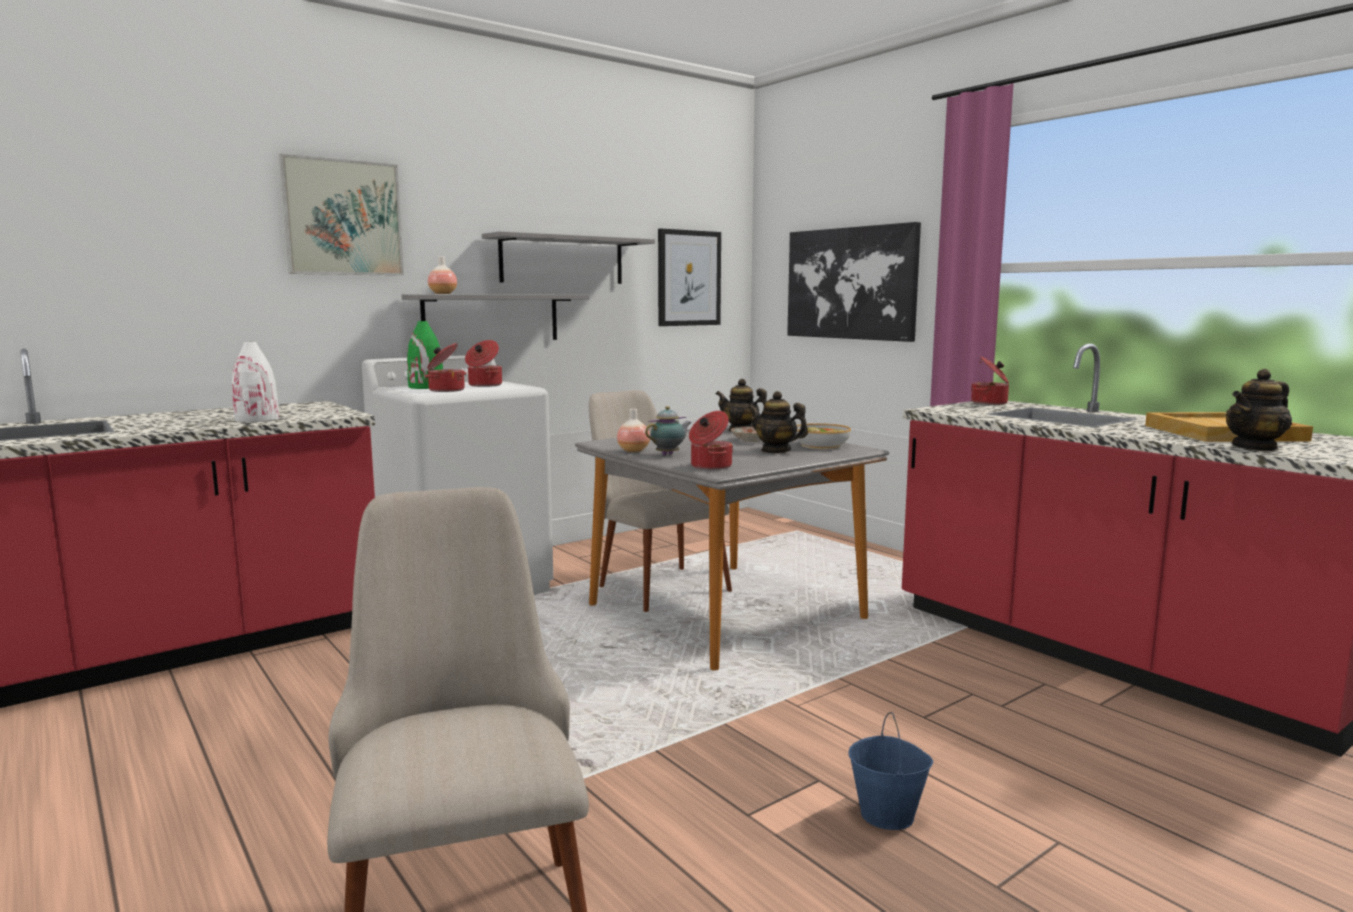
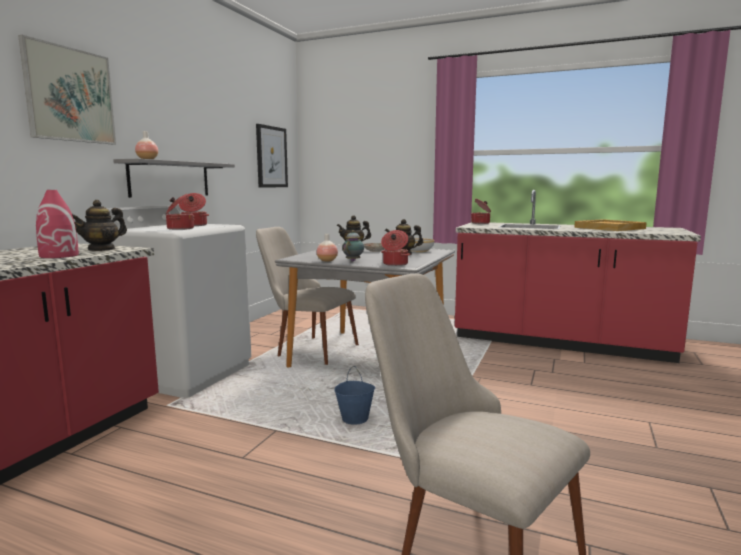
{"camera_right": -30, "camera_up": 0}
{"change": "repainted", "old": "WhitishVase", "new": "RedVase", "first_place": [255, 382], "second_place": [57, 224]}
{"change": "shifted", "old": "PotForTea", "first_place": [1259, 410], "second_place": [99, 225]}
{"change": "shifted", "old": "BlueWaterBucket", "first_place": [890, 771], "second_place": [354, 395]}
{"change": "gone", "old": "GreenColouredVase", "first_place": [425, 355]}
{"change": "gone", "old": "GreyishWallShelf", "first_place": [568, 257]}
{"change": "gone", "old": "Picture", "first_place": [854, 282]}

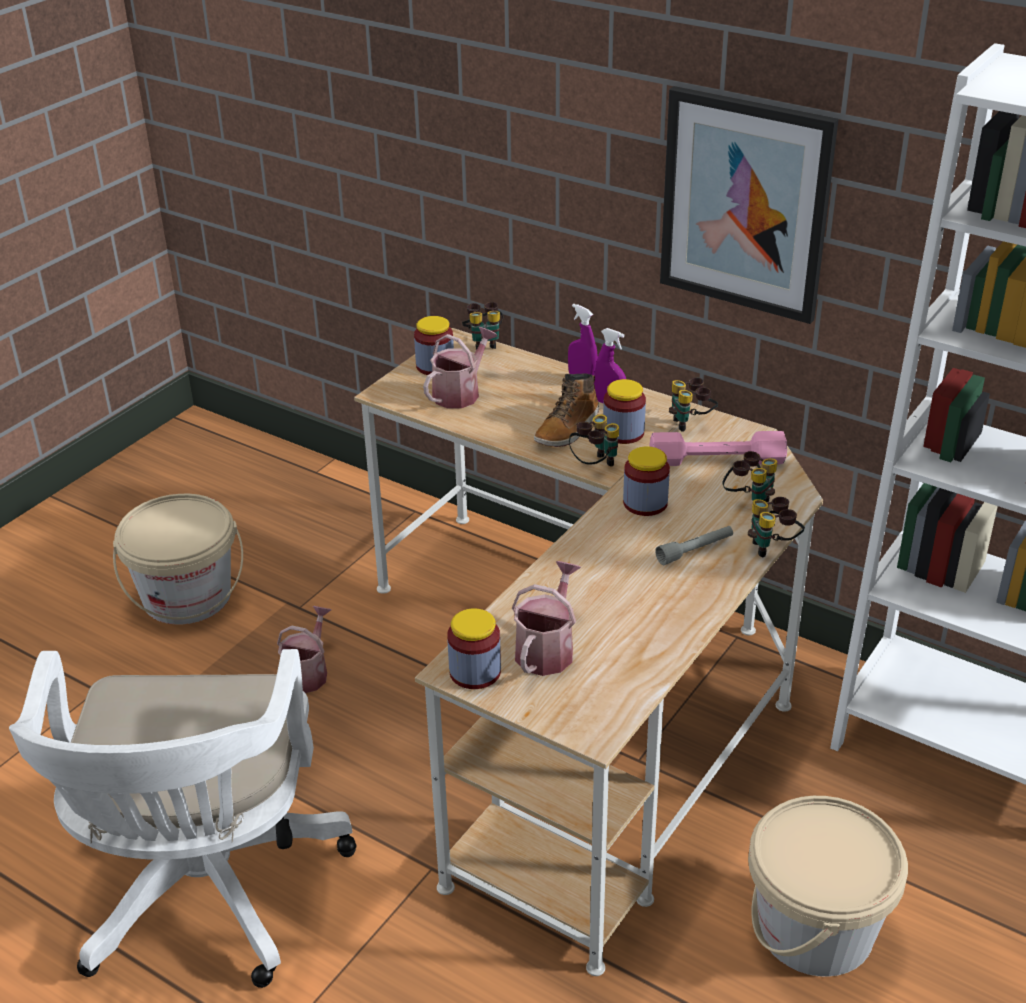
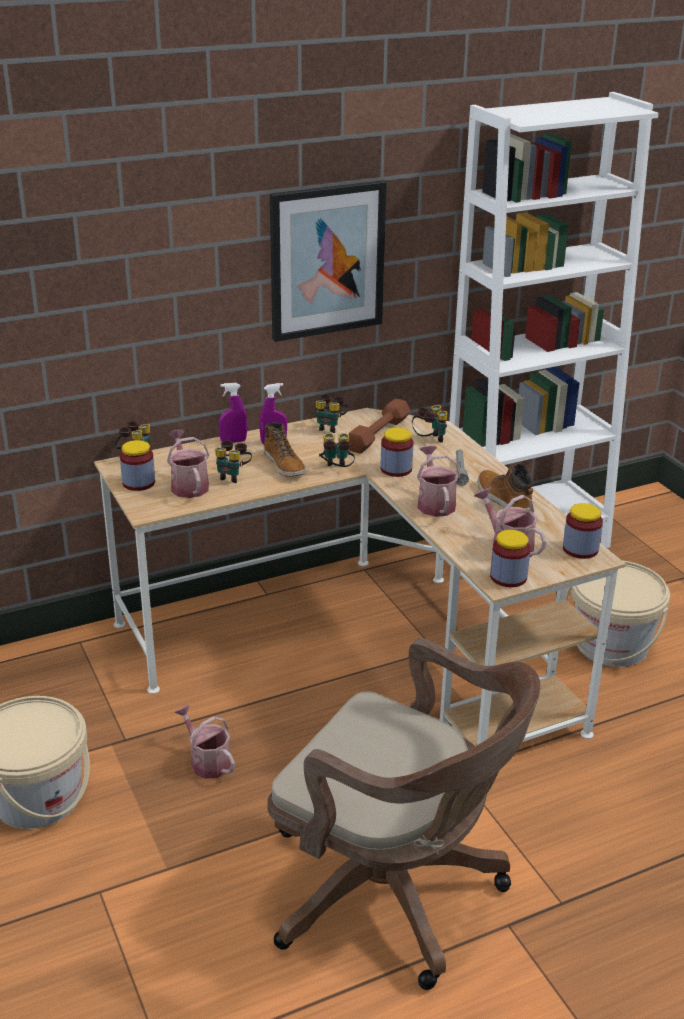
{"camera_right": -60, "camera_up": -5}
{"change": "shifted", "old": "PairOfBinoculars", "first_place": [776, 527], "second_place": [233, 461]}
{"change": "repainted", "old": "WhitishOfficeChair", "new": "BrownOfficeChair", "first_place": [183, 818], "second_place": [403, 814]}
{"change": "repainted", "old": "PinkFreeWeight", "new": "BrownFreeWeight", "first_place": [718, 448], "second_place": [379, 426]}
{"change": "new", "new": "WateringCan", "second_place": [438, 481]}
{"change": "new", "new": "TallBoot", "second_place": [505, 487]}
{"change": "shifted", "old": "StorageJar", "first_place": [624, 411], "second_place": [583, 531]}

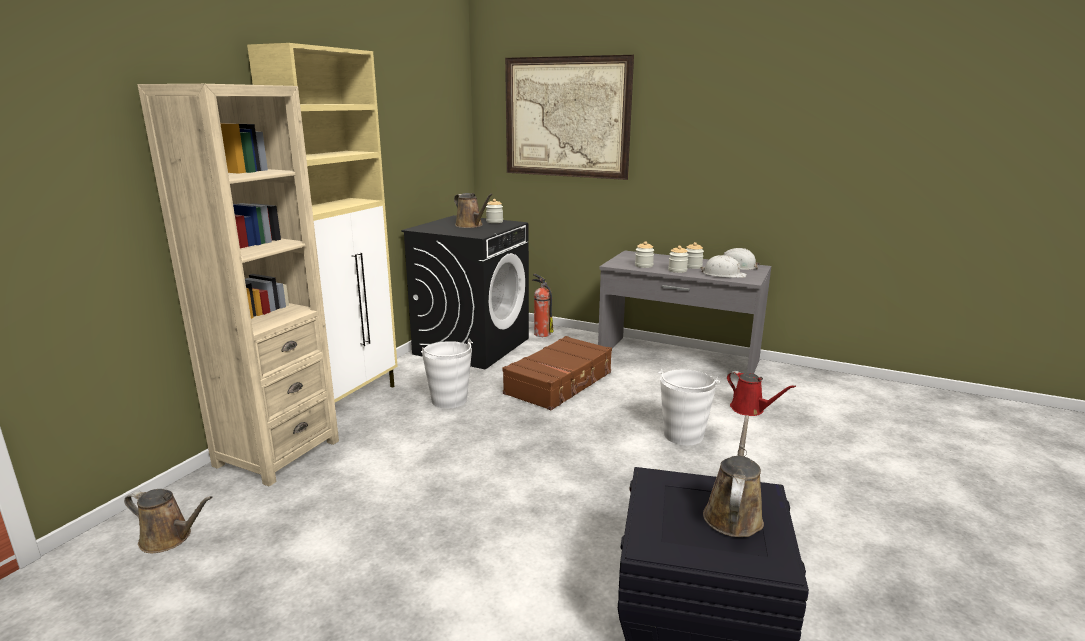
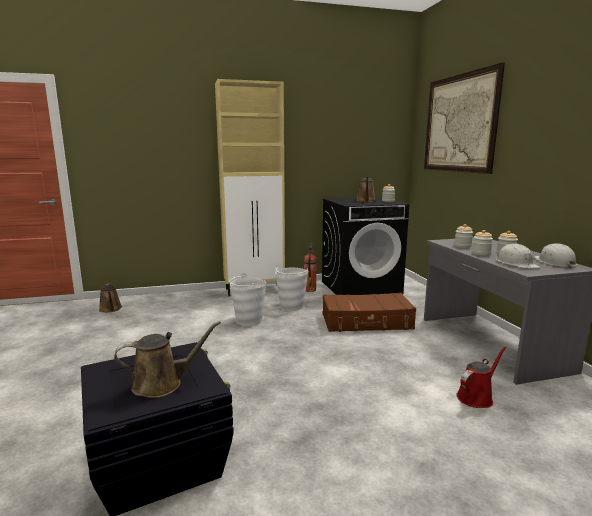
{"camera_right": 50, "camera_up": -5}
{"change": "shifted", "old": "WhitishWaterBucket", "first_place": [689, 406], "second_place": [247, 299]}
{"change": "shifted", "old": "FireFightingCylinder", "first_place": [543, 305], "second_place": [310, 267]}
{"change": "rotated", "old": "RedWateringCan", "first_place": [761, 393], "second_place": [481, 377], "degrees": -135}
{"change": "gone", "old": "BeigeShelvingUnit", "first_place": [238, 285]}

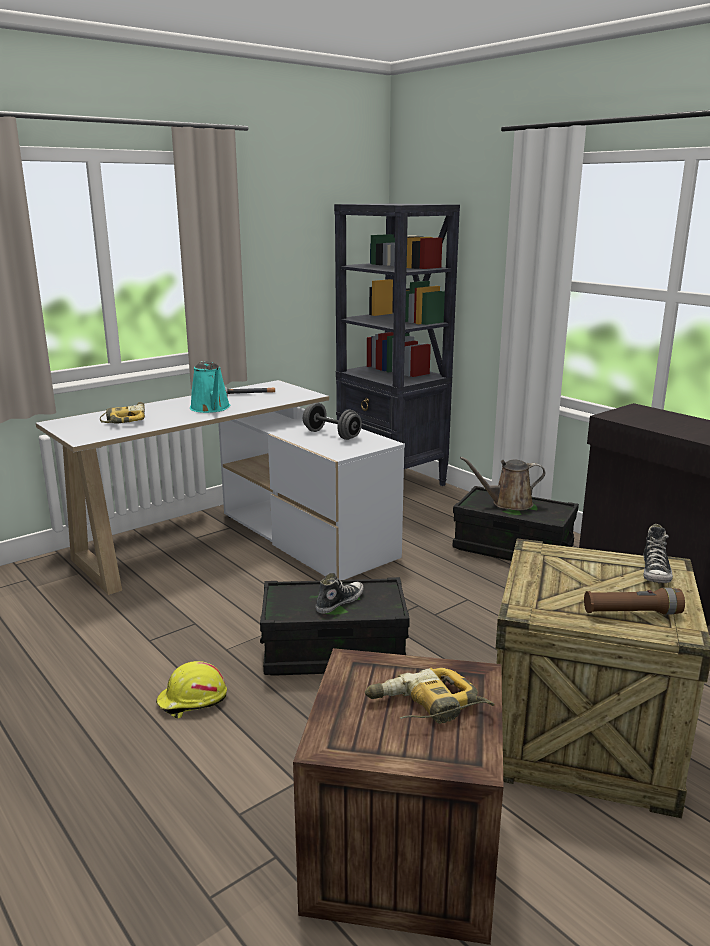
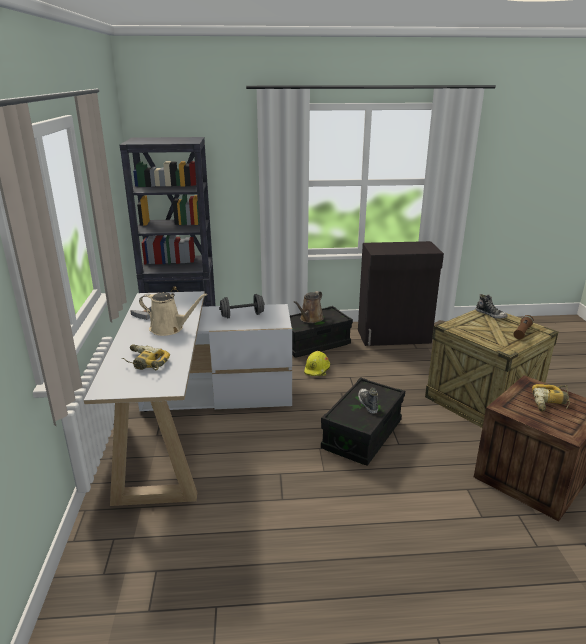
{"camera_right": -55, "camera_up": 5}
{"change": "repainted", "old": "TurquoiseWateringCan", "new": "BeigeWateringCan", "first_place": [210, 387], "second_place": [173, 314]}
{"change": "shifted", "old": "YellowColouredWorkHelmet", "first_place": [191, 689], "second_place": [317, 363]}

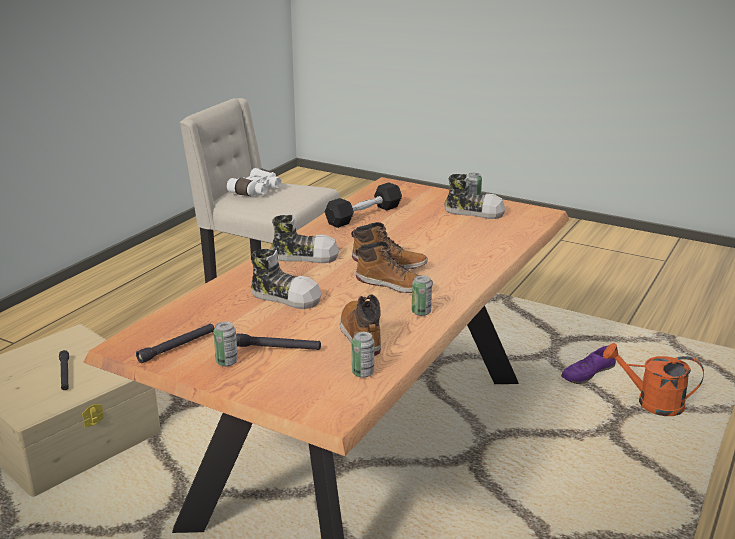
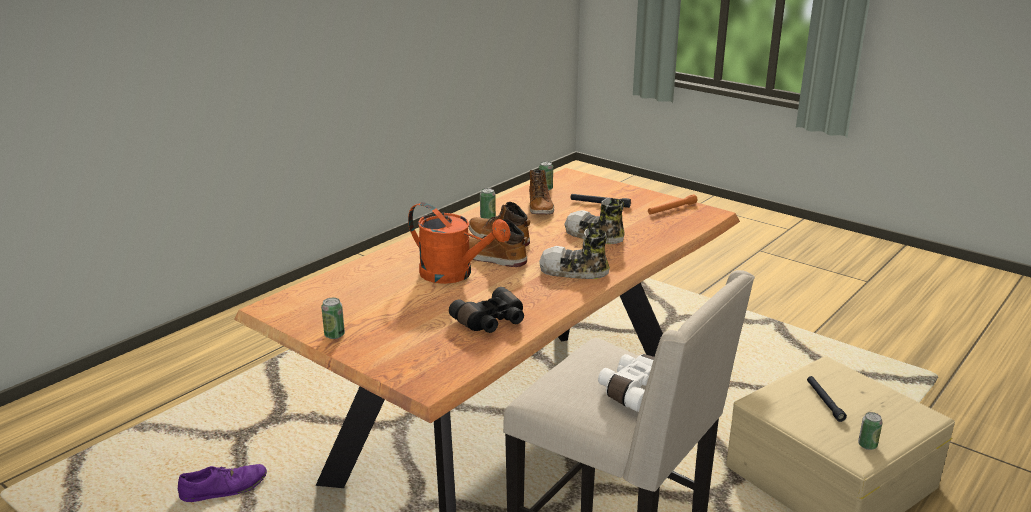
{"camera_right": -170, "camera_up": 0}
{"change": "shifted", "old": "OrangeColouredWateringCan", "first_place": [653, 379], "second_place": [459, 243]}
{"change": "swapped", "old": "BlackishFreeWeight", "new": "BlackishPairOfBinoculars", "first_place": [363, 205], "second_place": [486, 310]}
{"change": "repainted", "old": "BlackishTorch", "new": "OrangeColouredTorch", "first_place": [175, 343], "second_place": [672, 204]}
{"change": "shifted", "old": "SealedCan", "first_place": [225, 344], "second_place": [870, 431]}
{"change": "gone", "old": "Shoe", "first_place": [474, 196]}

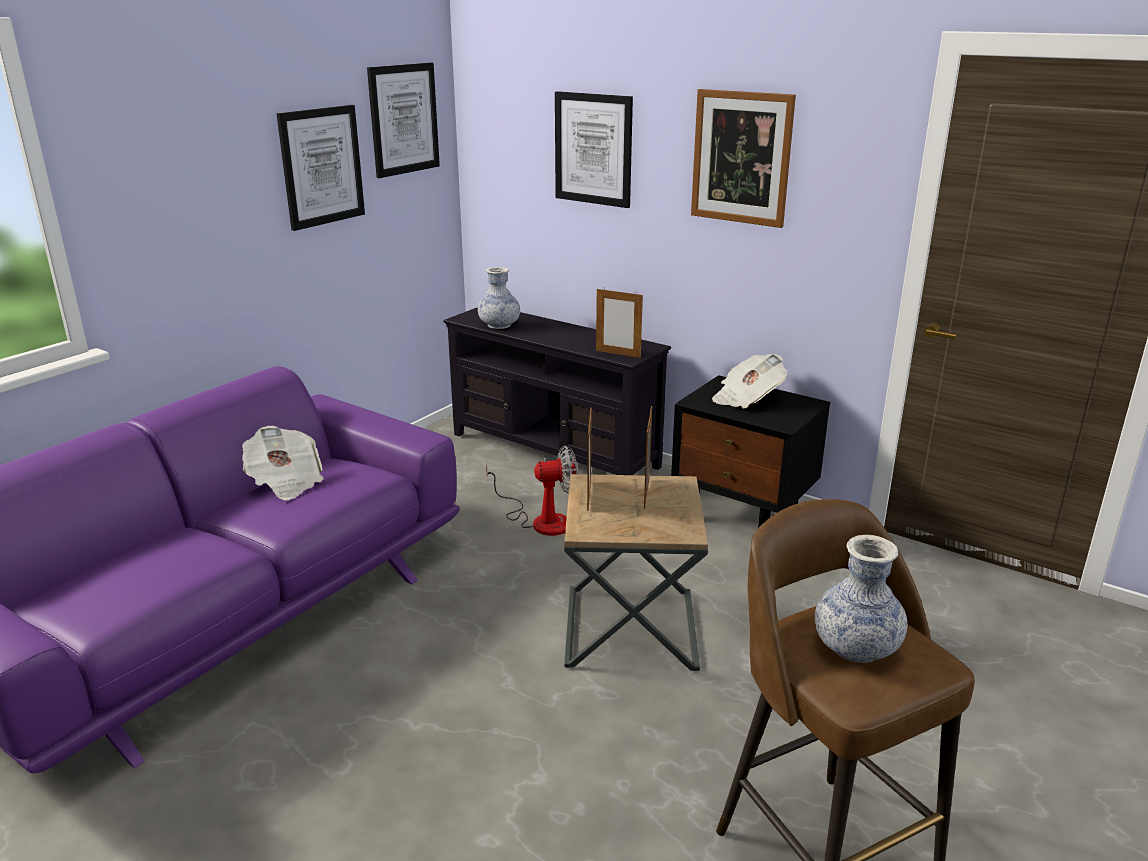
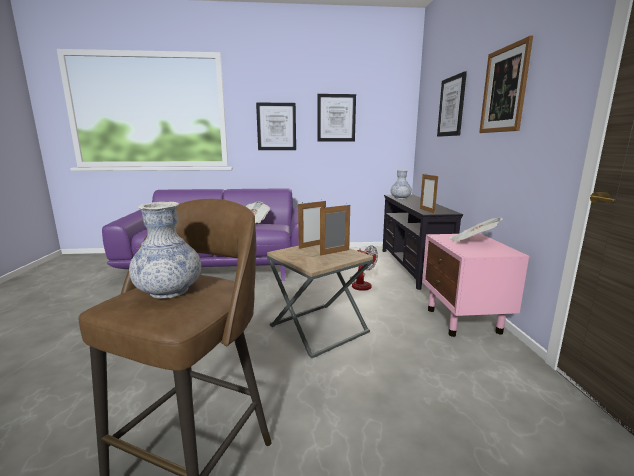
{"camera_right": 50, "camera_up": -10}
{"change": "shifted", "old": "Picture", "first_place": [403, 120], "second_place": [276, 126]}
{"change": "repainted", "old": "BlackishNightTable", "new": "PinkNightTable", "first_place": [750, 451], "second_place": [475, 285]}

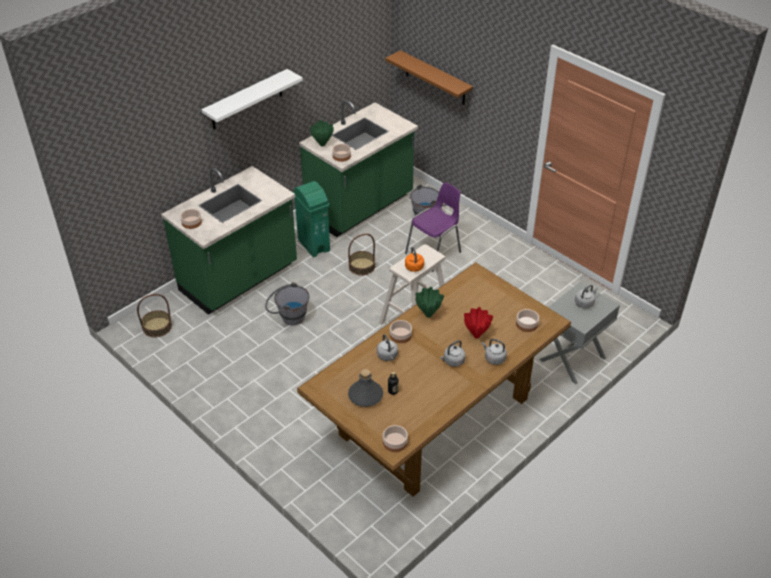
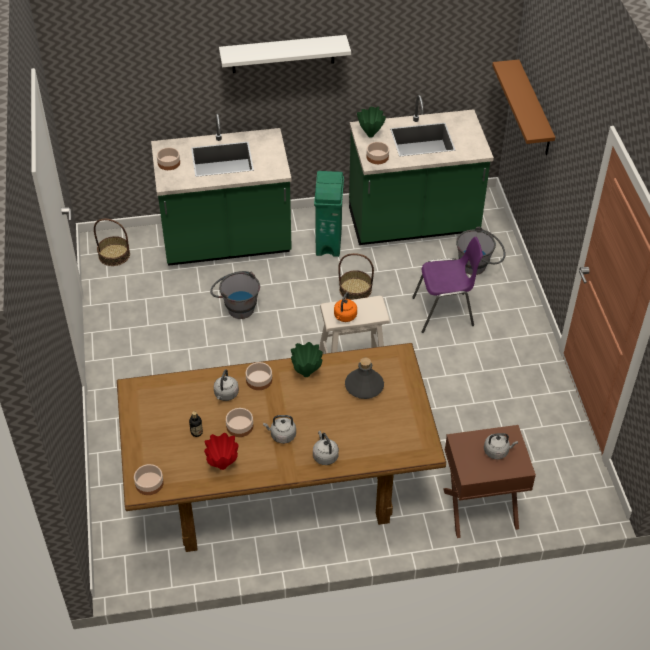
{"camera_right": 35, "camera_up": 5}
{"change": "shifted", "old": "RedVase", "first_place": [478, 322], "second_place": [221, 451]}
{"change": "shifted", "old": "Bowl", "first_place": [527, 320], "second_place": [239, 422]}
{"change": "shifted", "old": "GreyishBottle", "first_place": [365, 388], "second_place": [364, 378]}
{"change": "repainted", "old": "GreyishNightTable", "new": "BrownNightTable", "first_place": [579, 333], "second_place": [489, 481]}

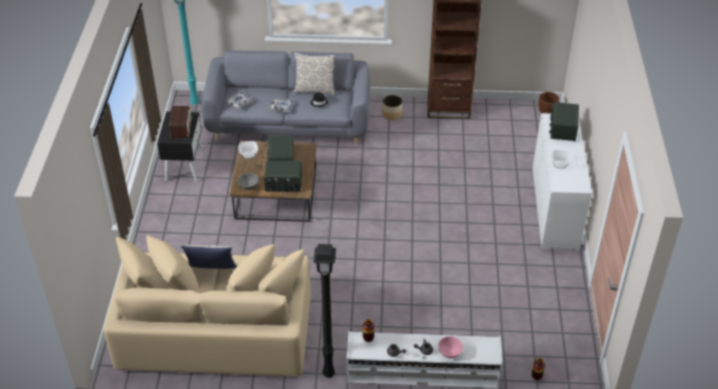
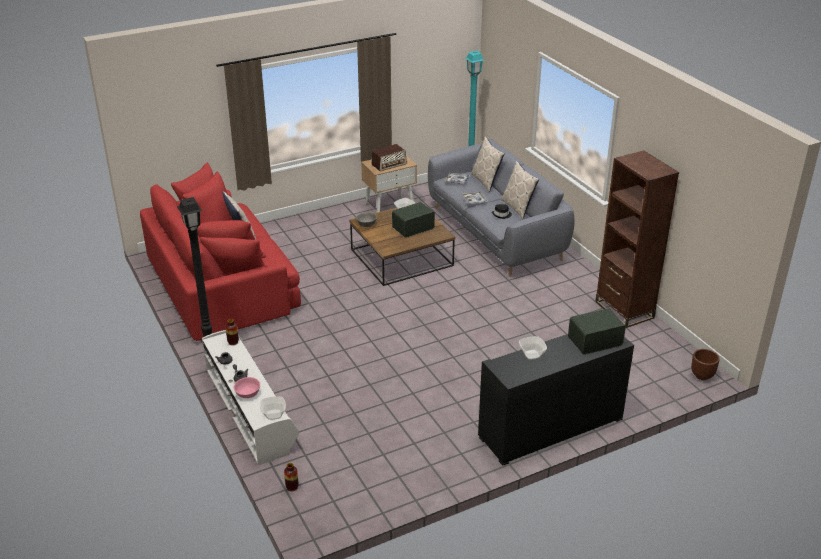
{"camera_right": 60, "camera_up": -10}
{"change": "repainted", "old": "BeigeSofa", "new": "RedSofa", "first_place": [207, 305], "second_place": [220, 252]}
{"change": "new", "new": "Bowl", "second_place": [273, 408]}
{"change": "repainted", "old": "BlackishNightTable", "new": "BeigeNightTable", "first_place": [180, 146], "second_place": [389, 184]}
{"change": "new", "new": "Pillow", "second_place": [488, 164]}
{"change": "repainted", "old": "WhitishStorageCabinet", "new": "BlackishStorageCabinet", "first_place": [562, 181], "second_place": [556, 400]}
{"change": "gone", "old": "Radio", "first_place": [283, 176]}
{"change": "gone", "old": "FlowerPot", "first_place": [392, 107]}

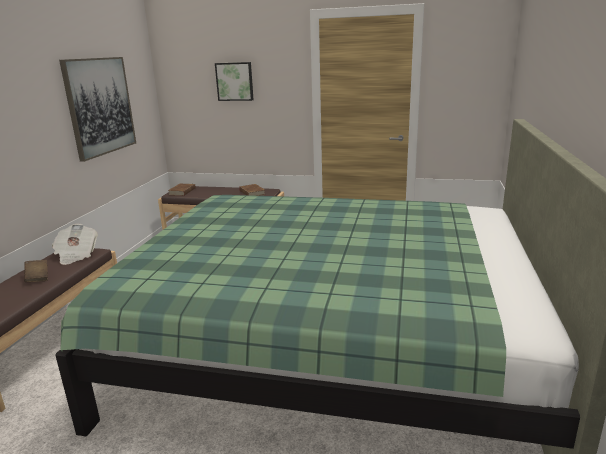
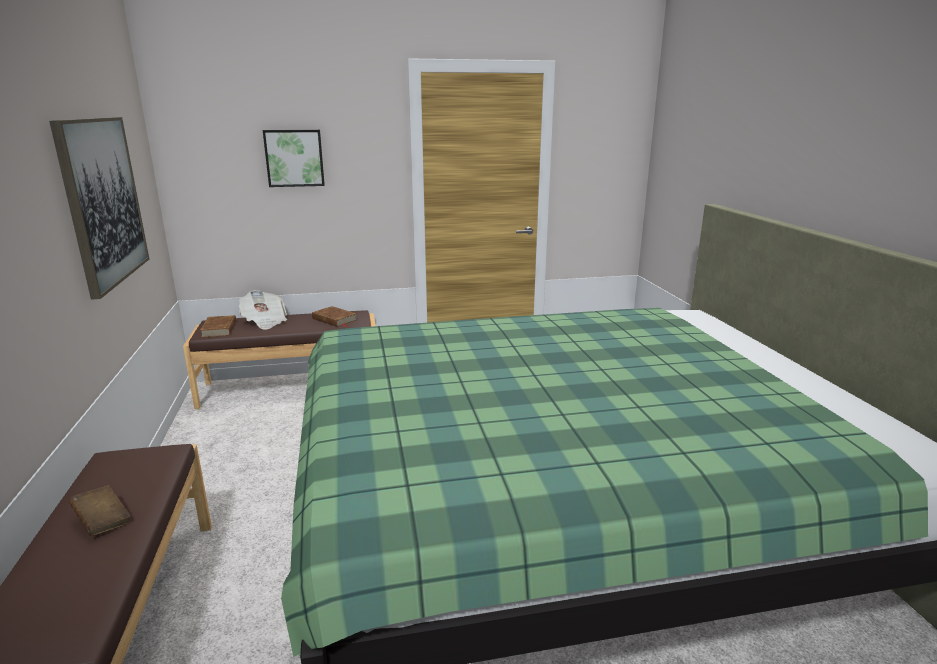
{"camera_right": -25, "camera_up": 0}
{"change": "shifted", "old": "PrintedPaper", "first_place": [75, 244], "second_place": [263, 310]}

